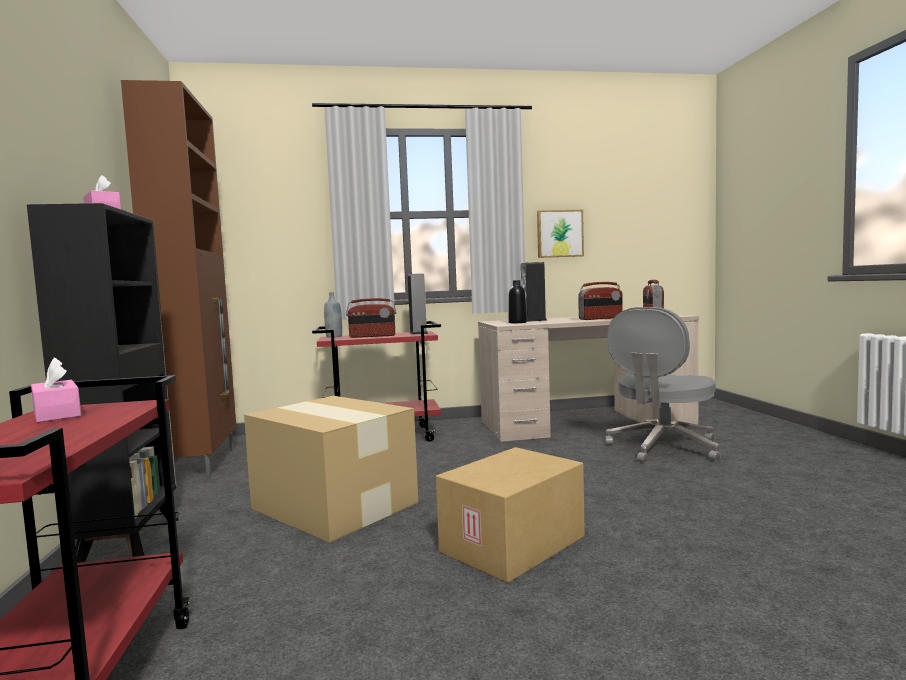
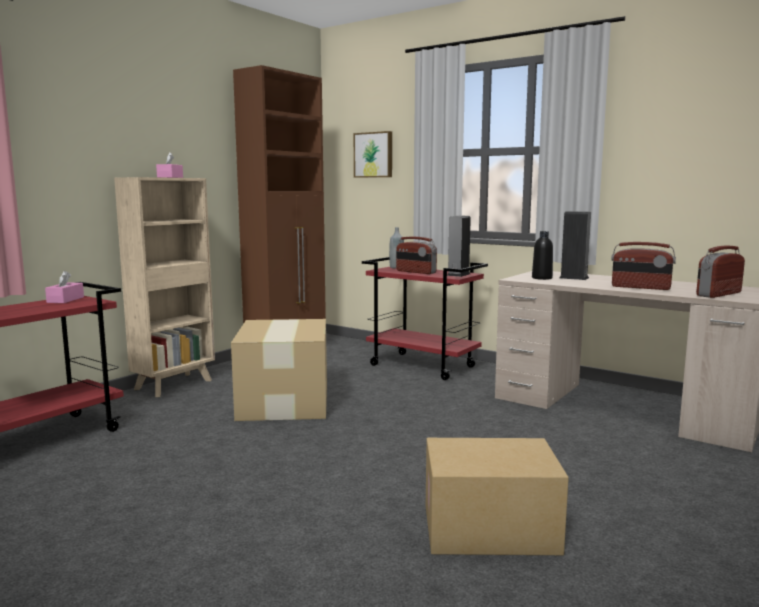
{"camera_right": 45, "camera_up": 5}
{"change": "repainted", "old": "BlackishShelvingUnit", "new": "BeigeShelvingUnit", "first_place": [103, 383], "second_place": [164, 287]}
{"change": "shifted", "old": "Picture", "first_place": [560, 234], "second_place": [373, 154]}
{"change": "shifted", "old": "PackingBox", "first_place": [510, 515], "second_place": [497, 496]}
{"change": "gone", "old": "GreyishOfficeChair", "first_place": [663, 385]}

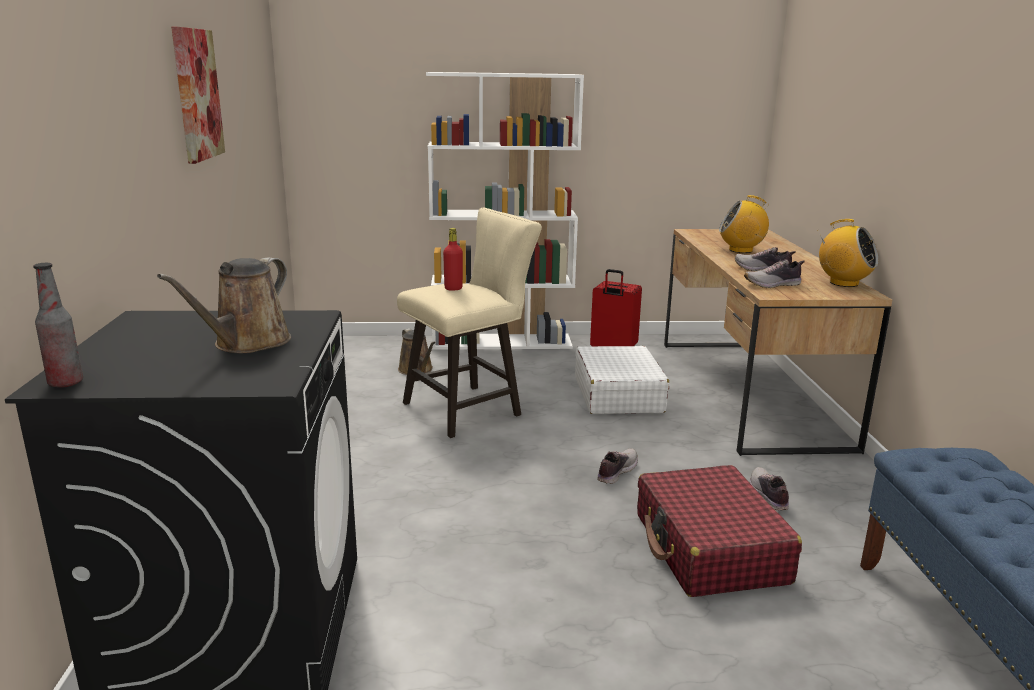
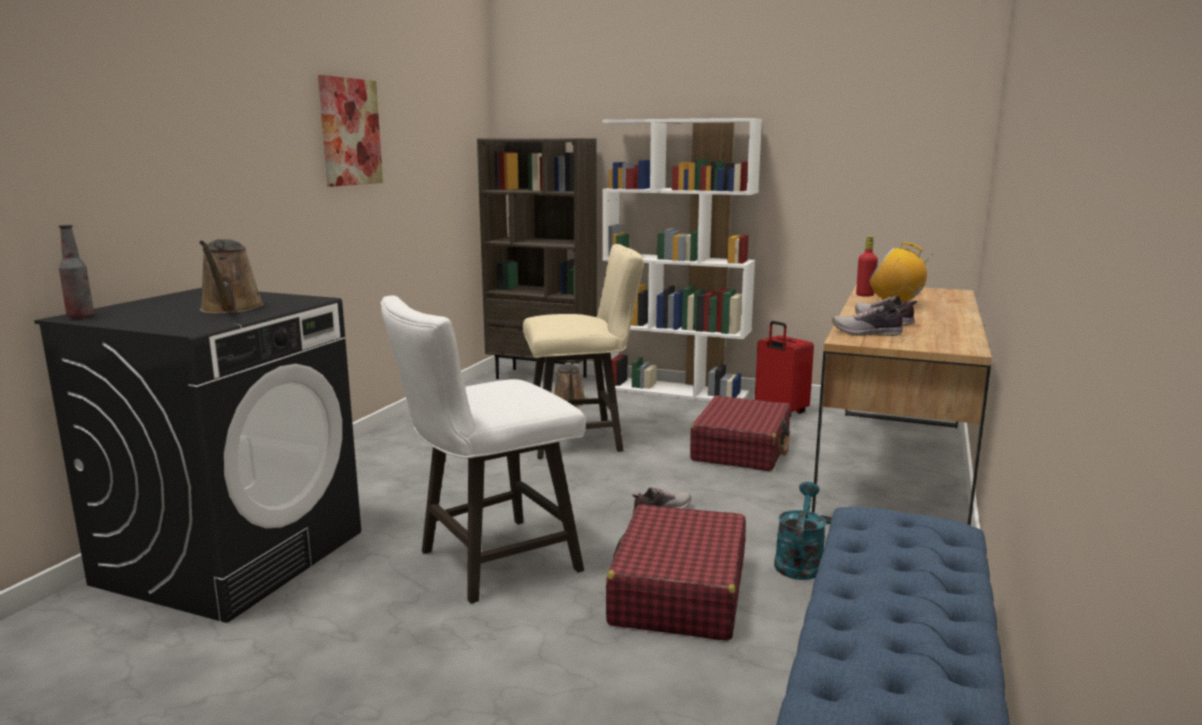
{"camera_right": 25, "camera_up": -5}
{"change": "rotated", "old": "BrownWateringCan", "first_place": [224, 305], "second_place": [231, 276], "degrees": -60}
{"change": "new", "new": "WhitishSittingStool", "second_place": [483, 449]}
{"change": "new", "new": "BrownShelvingUnit", "second_place": [537, 258]}
{"change": "repainted", "old": "WhitishTravelCase", "new": "RedTravelCase", "first_place": [622, 380], "second_place": [740, 433]}
{"change": "swapped", "old": "Shoe", "new": "TurquoiseWateringCan", "first_place": [769, 488], "second_place": [800, 531]}
{"change": "shifted", "old": "RedBottle", "first_place": [453, 259], "second_place": [867, 266]}
{"change": "gone", "old": "Radio", "first_place": [848, 253]}

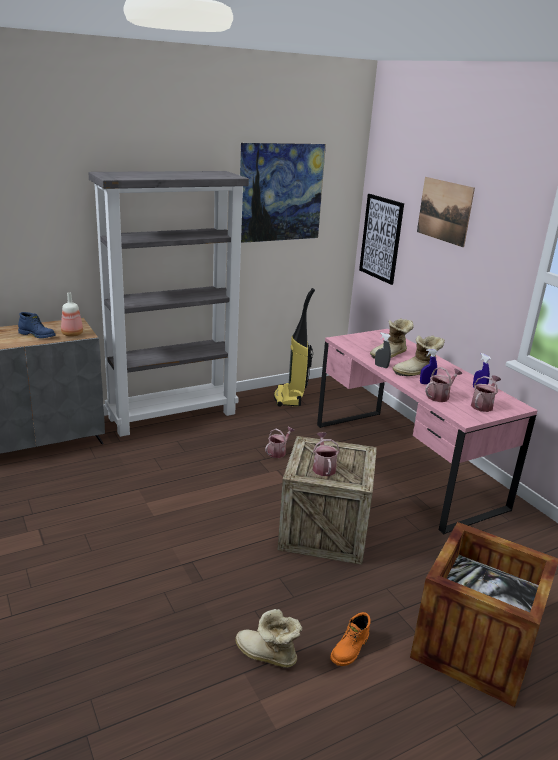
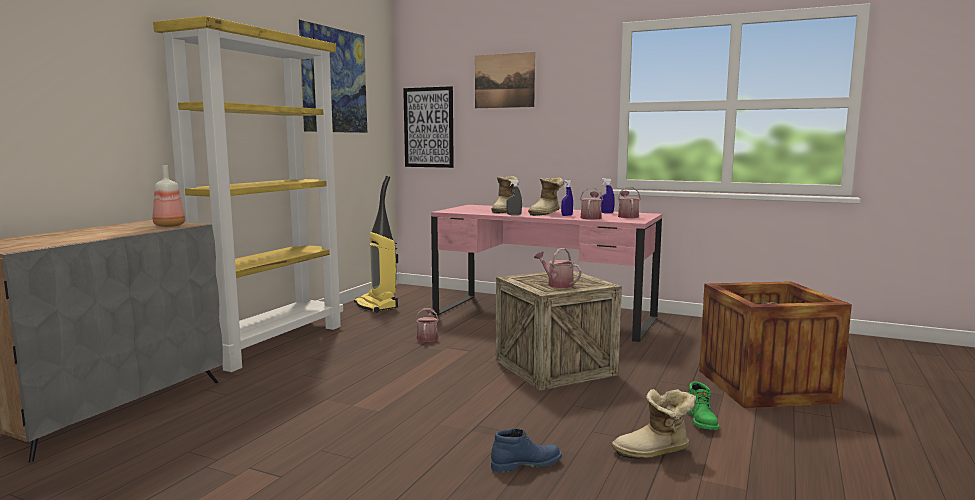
{"camera_right": -35, "camera_up": -15}
{"change": "repainted", "old": "GreyishShelvingUnit", "new": "YellowColouredShelvingUnit", "first_place": [168, 304], "second_place": [248, 194]}
{"change": "shifted", "old": "BlueTallBoot", "first_place": [37, 325], "second_place": [526, 450]}
{"change": "repainted", "old": "OrangeColouredTallBoot", "new": "GreenColouredTallBoot", "first_place": [350, 639], "second_place": [703, 405]}

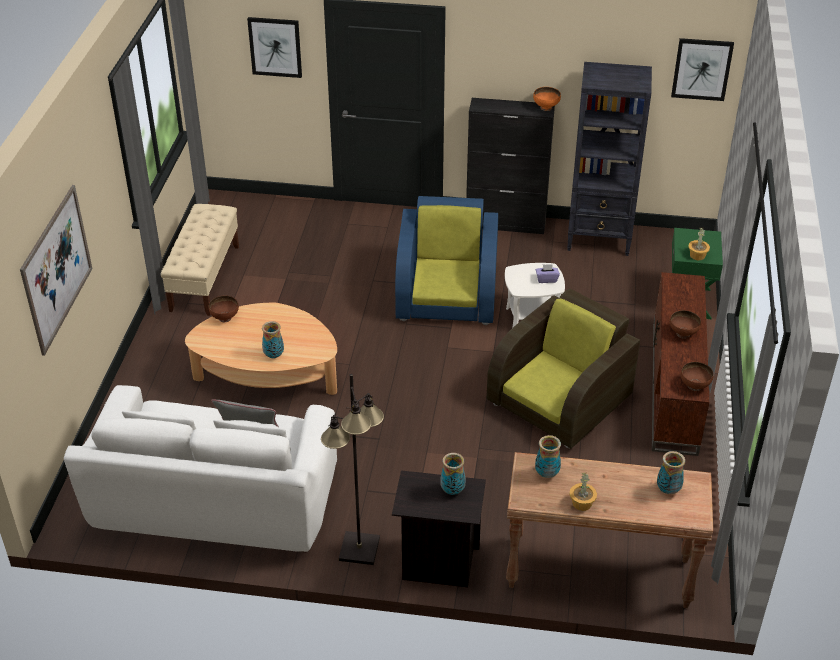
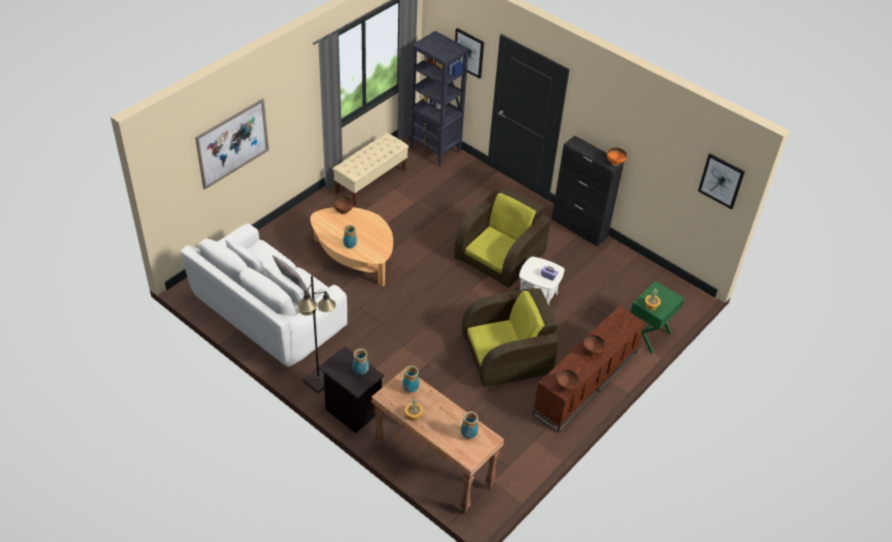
{"camera_right": 30, "camera_up": 5}
{"change": "shifted", "old": "BlackishShelvingUnit", "first_place": [609, 159], "second_place": [439, 98]}
{"change": "repainted", "old": "BlueLoungeChair", "new": "BrownLoungeChair", "first_place": [446, 260], "second_place": [502, 237]}

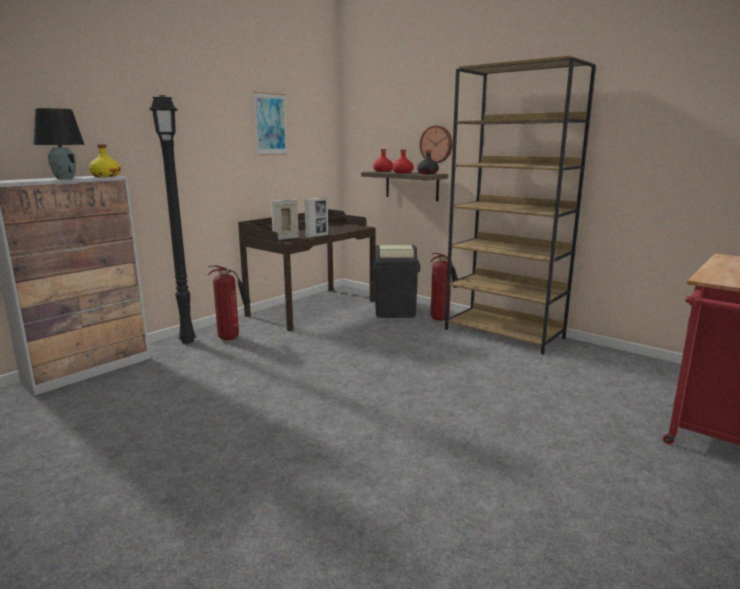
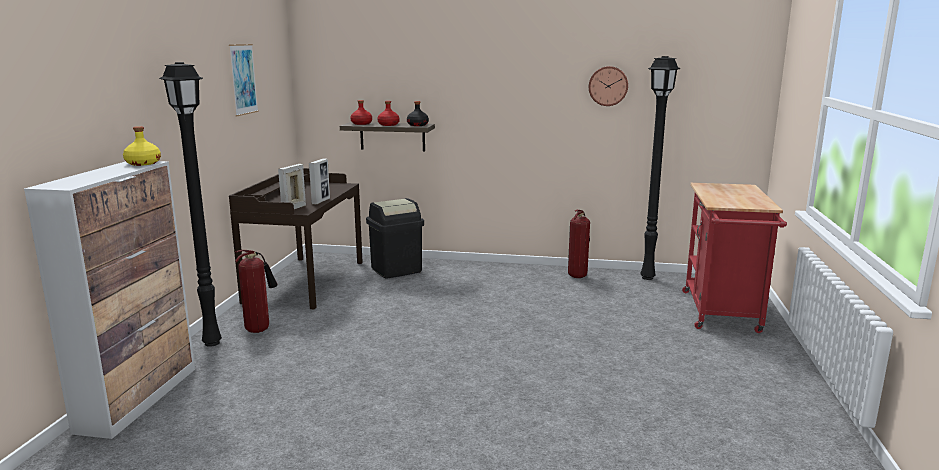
{"camera_right": -30, "camera_up": 0}
{"change": "shifted", "old": "FireFightingCylinder", "first_place": [444, 287], "second_place": [579, 244]}
{"change": "shifted", "old": "WallClock", "first_place": [436, 144], "second_place": [608, 86]}
{"change": "new", "new": "BlackishFloorLamp", "second_place": [660, 168]}
{"change": "gone", "old": "BlackishTabletopLamp", "first_place": [59, 143]}
{"change": "gone", "old": "BrownShelvingUnit", "first_place": [520, 205]}

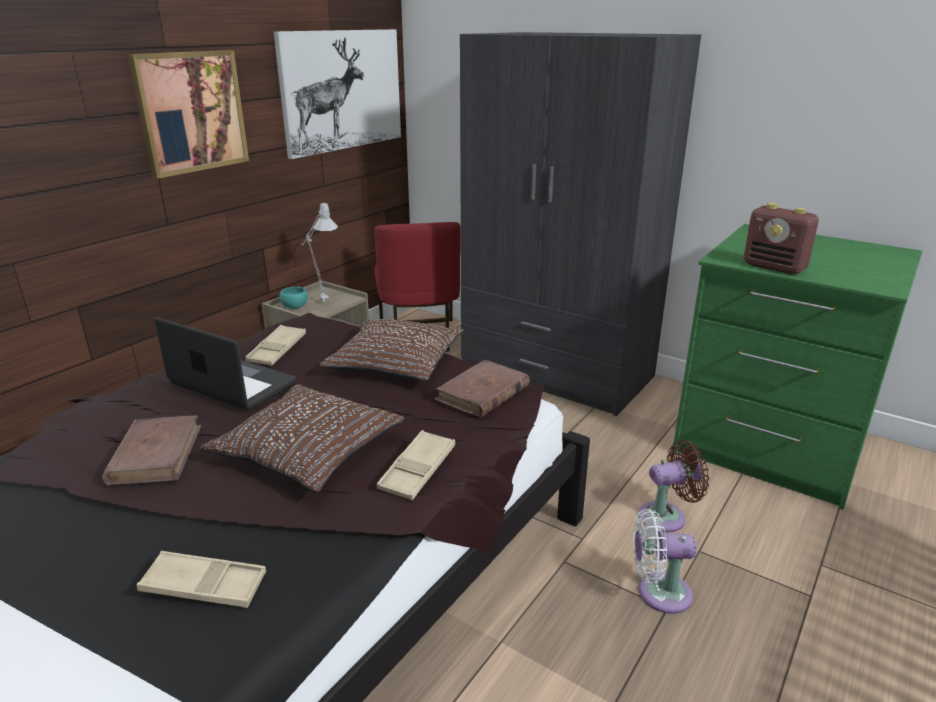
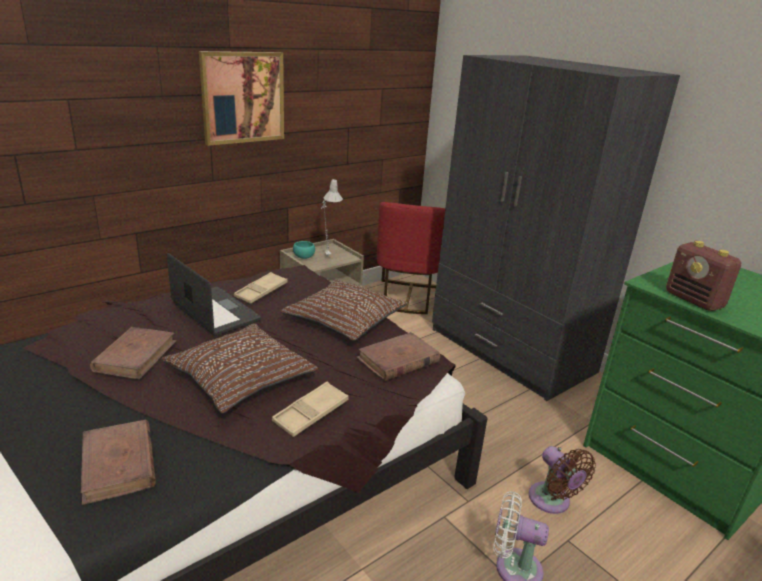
{"camera_right": 15, "camera_up": 0}
{"change": "swapped", "old": "BeigeTray", "new": "BrownVolume", "first_place": [201, 579], "second_place": [118, 462]}
{"change": "rotated", "old": "BrownCoolingFan", "first_place": [674, 486], "second_place": [562, 480], "degrees": 60}
{"change": "gone", "old": "Picture", "first_place": [337, 94]}

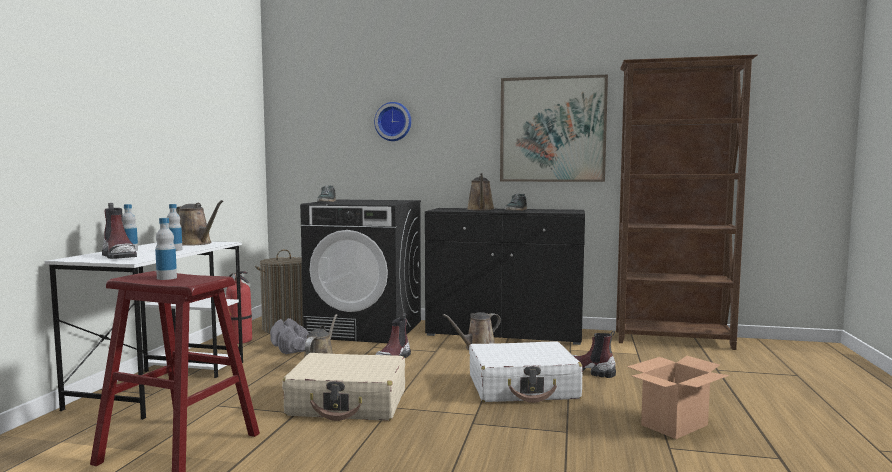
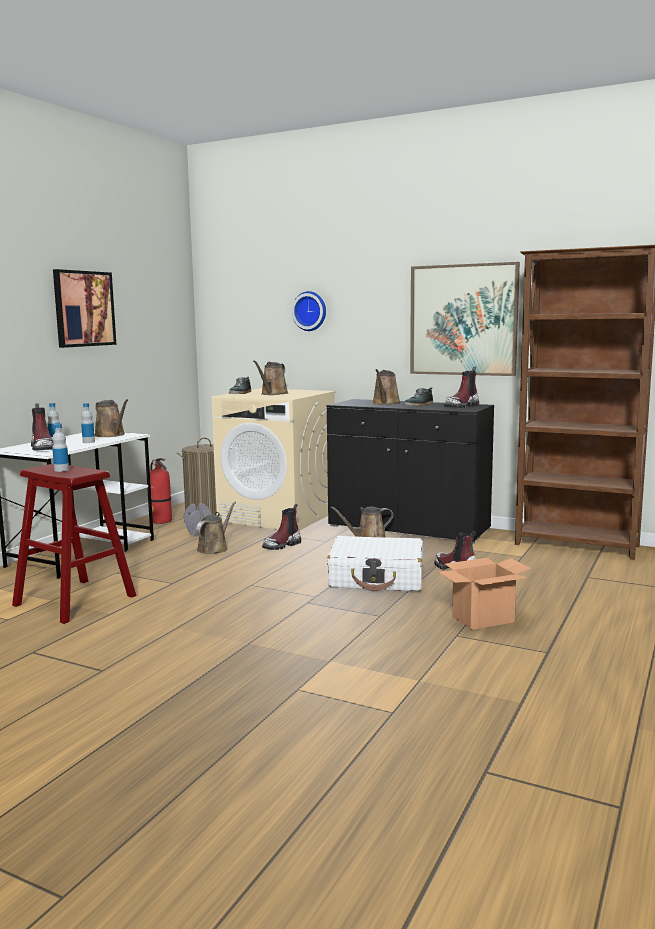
{"camera_right": 15, "camera_up": 5}
{"change": "new", "new": "Picture", "second_place": [85, 308]}
{"change": "repainted", "old": "BlackishWashingMachine", "new": "BeigeWashingMachine", "first_place": [360, 271], "second_place": [274, 459]}
{"change": "new", "new": "BrownWateringCan", "second_place": [270, 378]}
{"change": "new", "new": "TallBoot", "second_place": [461, 387]}
{"change": "gone", "old": "BeigeTravelCase", "first_place": [343, 387]}

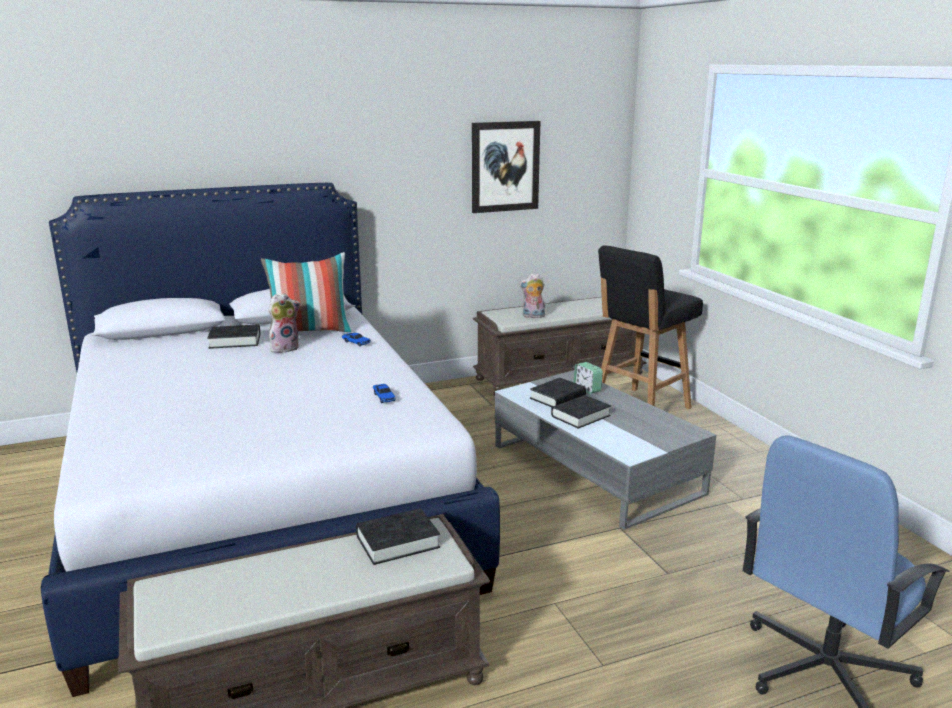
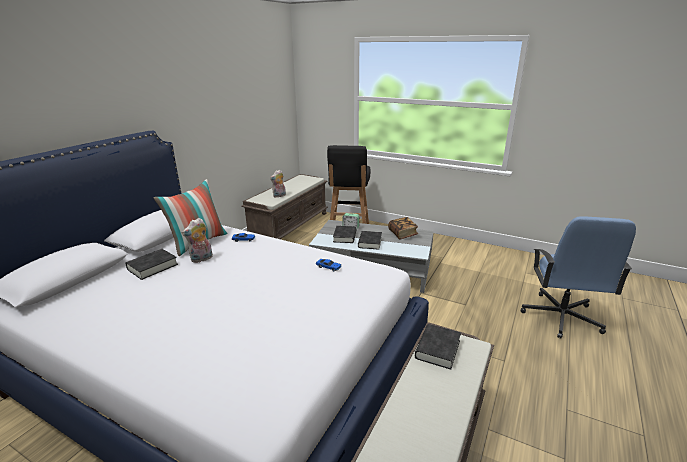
{"camera_right": -40, "camera_up": 5}
{"change": "rotated", "old": "CuddlyToy", "first_place": [284, 323], "second_place": [197, 240], "degrees": -150}
{"change": "new", "new": "Volume", "second_place": [403, 228]}
{"change": "gone", "old": "Picture", "first_place": [506, 167]}

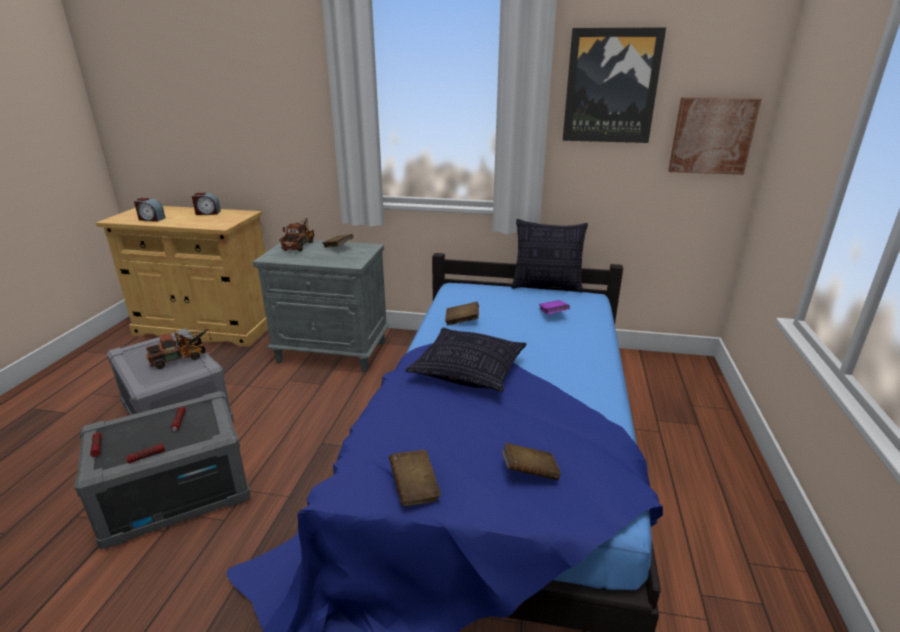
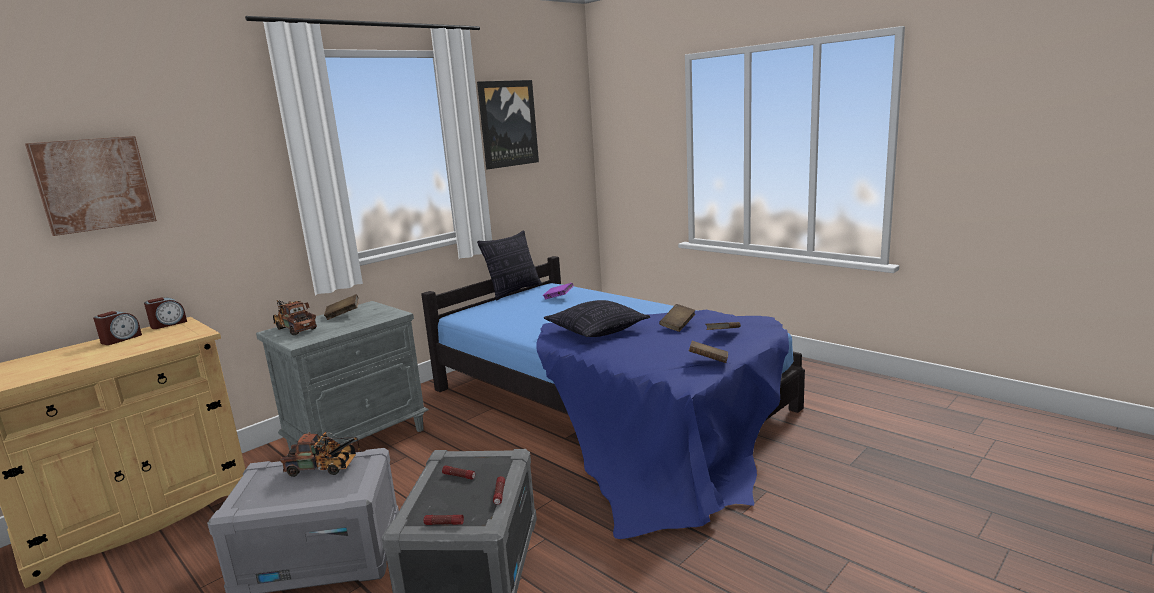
{"camera_right": -55, "camera_up": -10}
{"change": "shifted", "old": "Picture", "first_place": [714, 136], "second_place": [91, 186]}
{"change": "shifted", "old": "AlarmClock", "first_place": [149, 210], "second_place": [165, 313]}
{"change": "rotated", "old": "ToyTruck", "first_place": [179, 349], "second_place": [321, 454], "degrees": 90}
{"change": "shifted", "old": "BrownVolume", "first_place": [462, 313], "second_place": [677, 318]}

